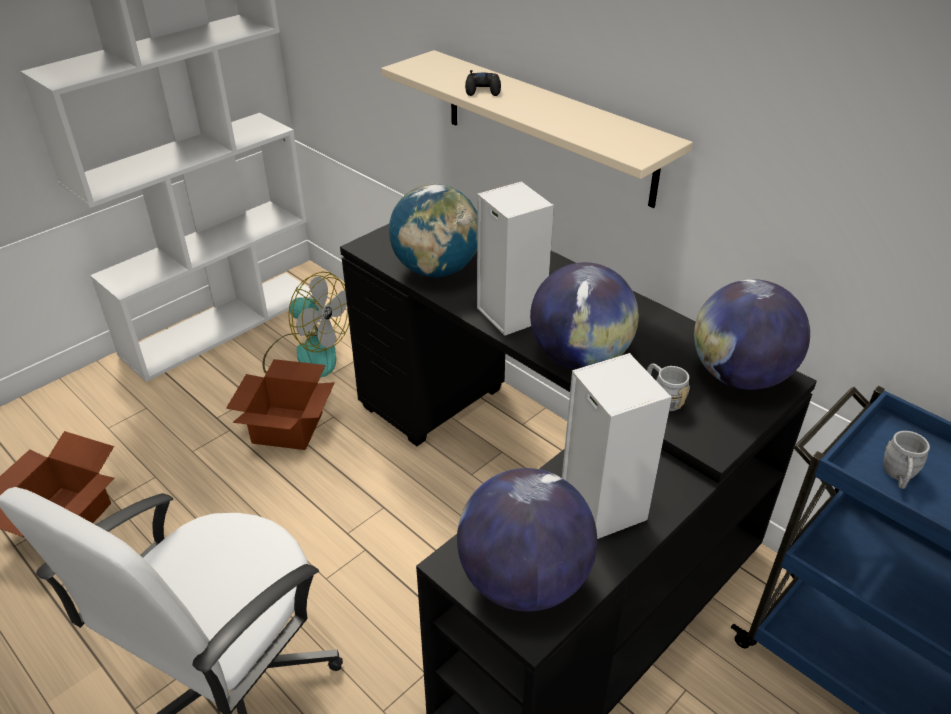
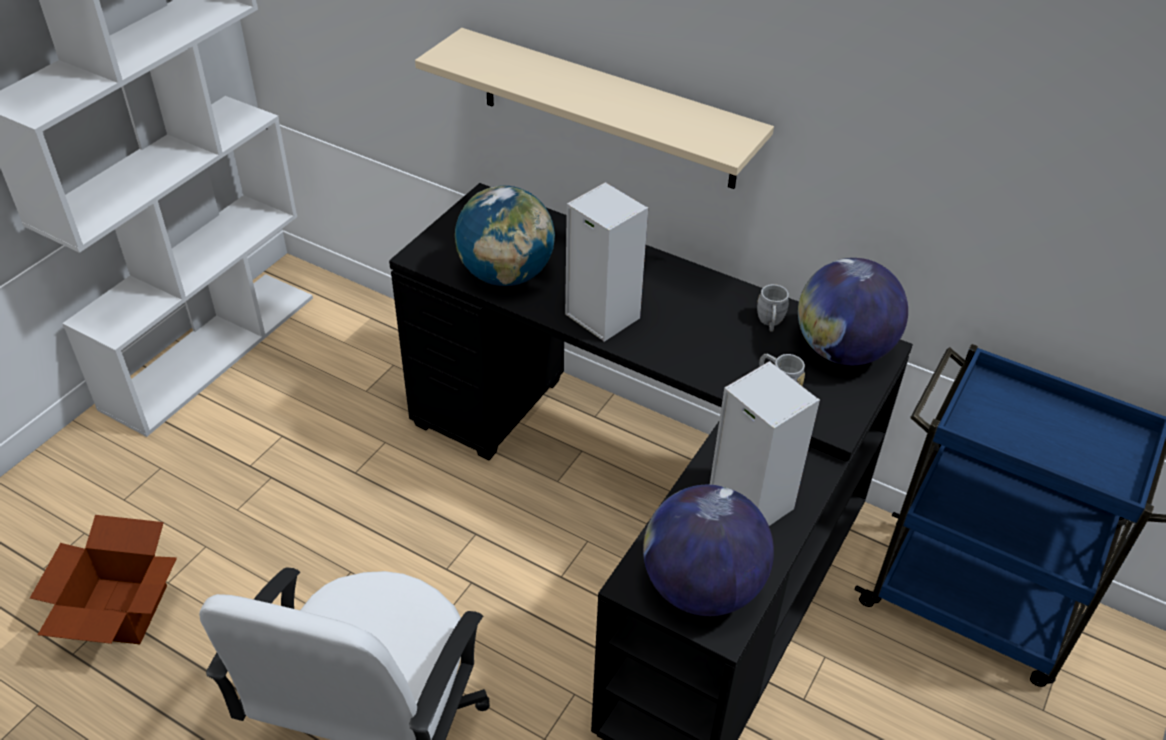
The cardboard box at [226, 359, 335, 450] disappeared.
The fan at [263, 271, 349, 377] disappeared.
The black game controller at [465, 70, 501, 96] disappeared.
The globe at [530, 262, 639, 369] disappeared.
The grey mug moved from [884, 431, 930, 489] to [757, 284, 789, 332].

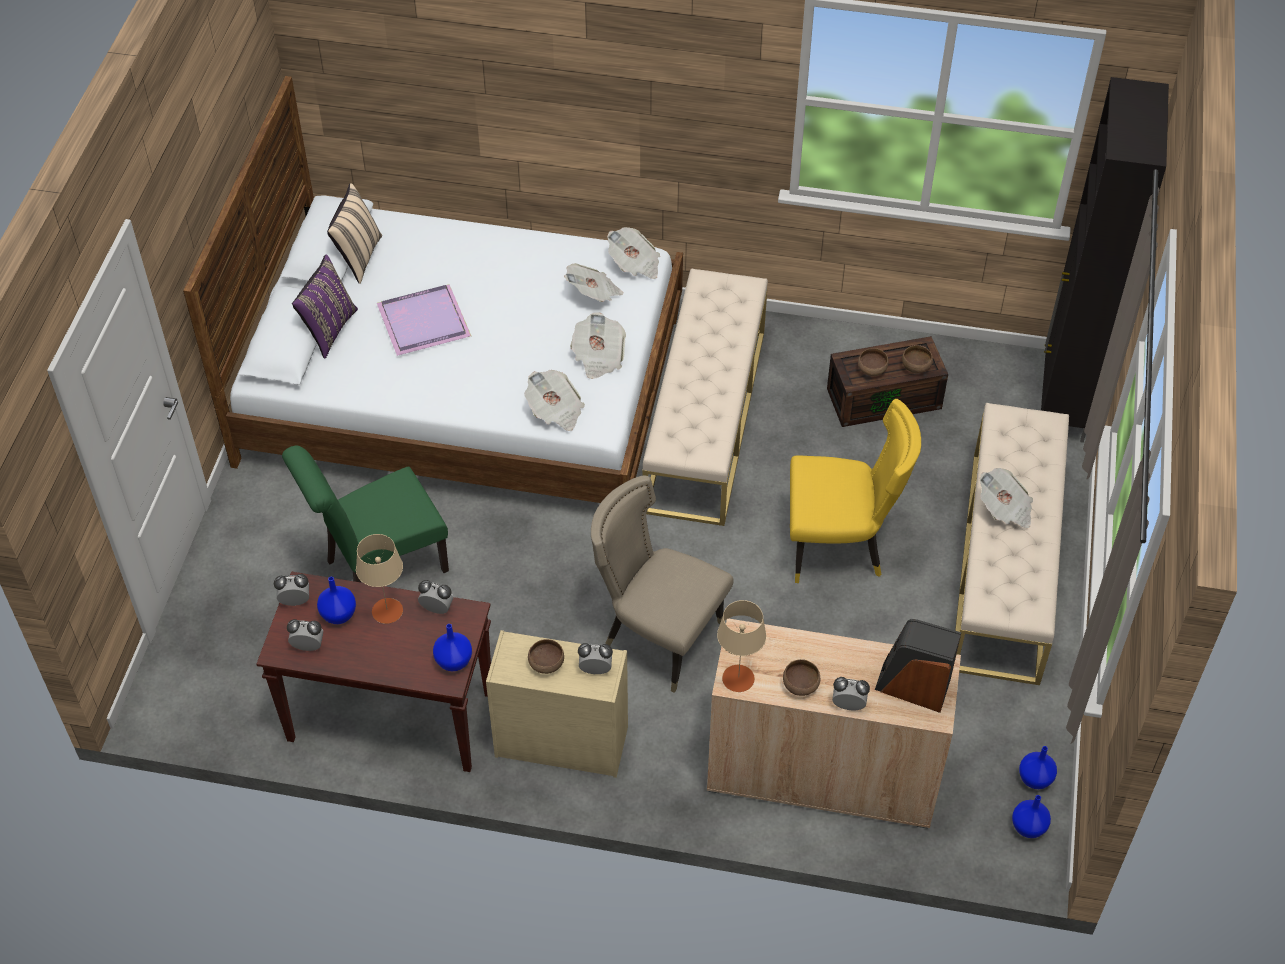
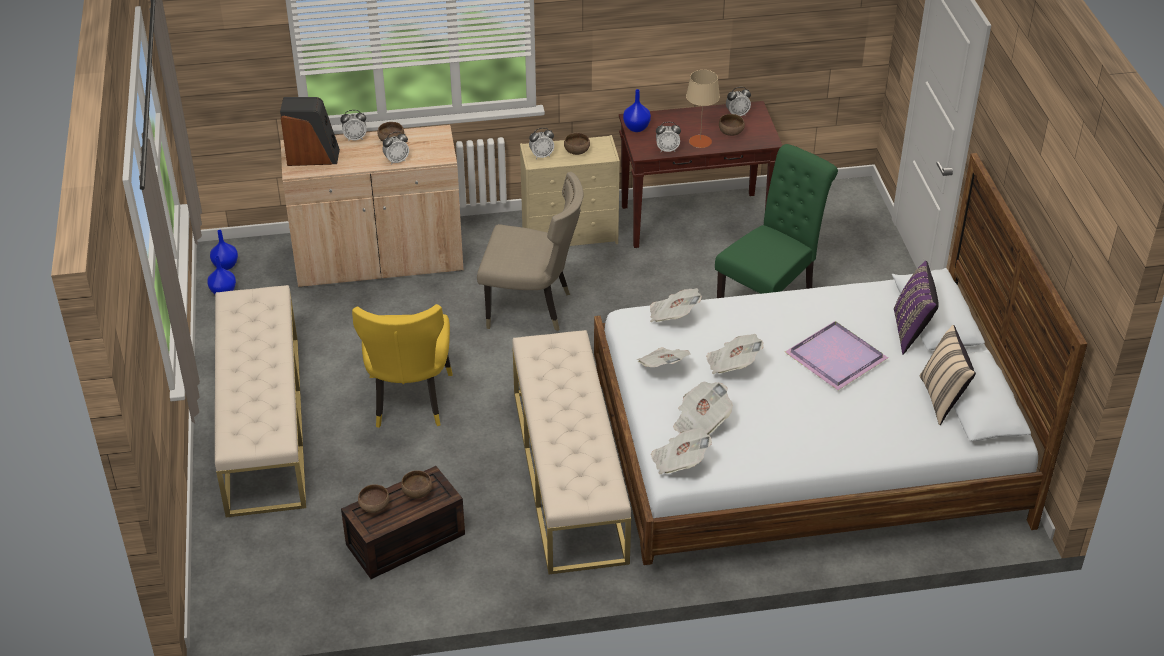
The beige table lamp at [717, 600, 766, 692] disappeared.
The black cabinet at [1041, 77, 1169, 443] disappeared.
The alarm clock moved from [274, 574, 309, 606] to [383, 132, 409, 165].
The newspaper moved from [980, 468, 1033, 528] to [706, 334, 764, 374].
The blue vase at [317, 577, 356, 624] was replaced by the brown bowl at [719, 114, 745, 136].
The yellow chair at [790, 399, 921, 583] turned 75 degrees counterclockwise.

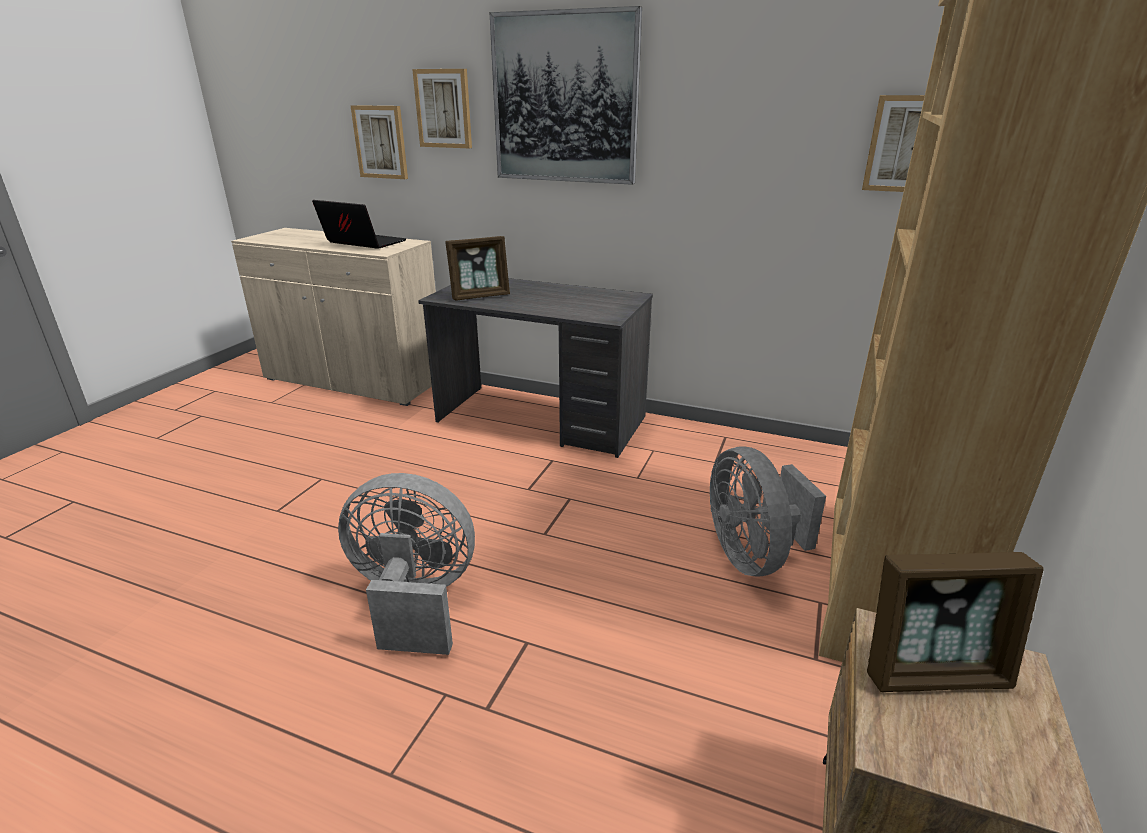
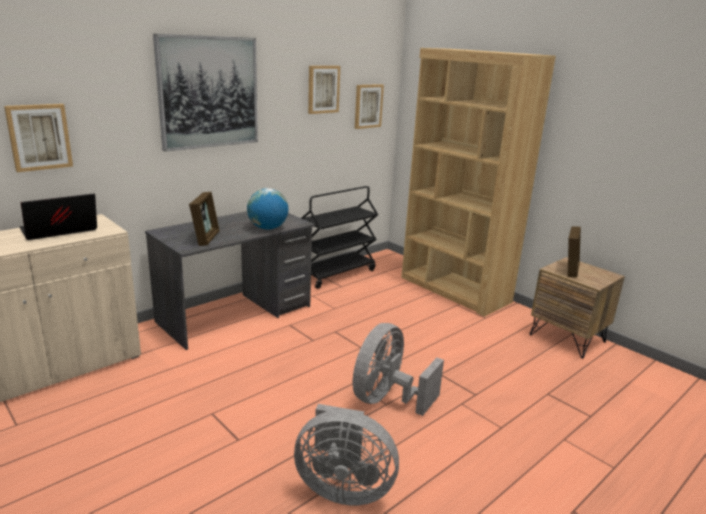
The globe at [247, 188, 288, 230] appeared.
The black cart at [302, 186, 378, 289] appeared.
The picture moved from [412, 69, 472, 148] to [308, 66, 340, 114].
The grey fan moved from [710, 446, 826, 576] to [294, 404, 399, 505].

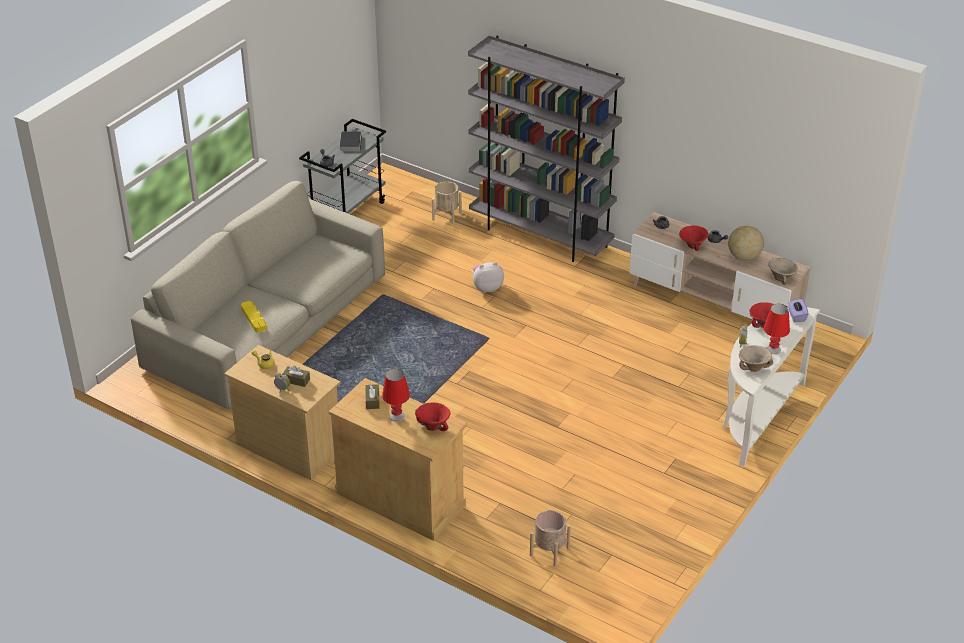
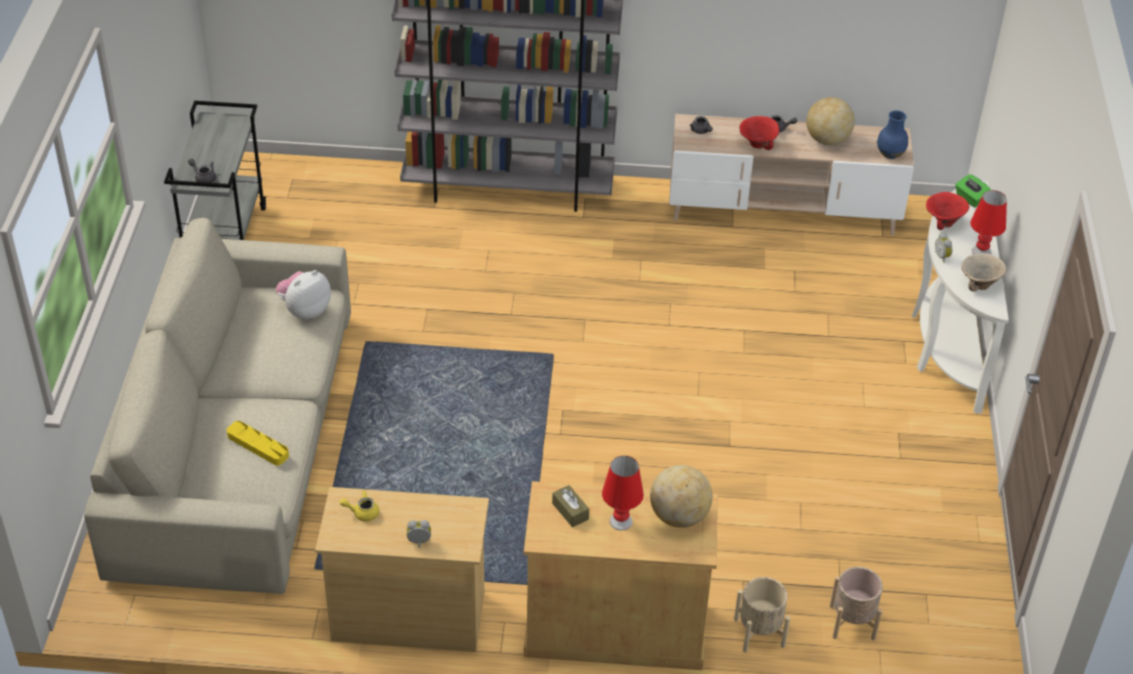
The brown tissue box at [282, 365, 310, 387] disappeared.
The book at [339, 131, 362, 151] disappeared.
The beige planter moved from [432, 181, 462, 225] to [734, 577, 790, 653].
The plush toy moved from [472, 262, 504, 293] to [276, 270, 331, 320].
The red bowl at [415, 403, 450, 431] was replaced by the globe at [650, 465, 713, 528].
The beige bowl at [768, 258, 798, 285] was replaced by the blue vase at [877, 110, 908, 159].
The purple tissue box at [788, 299, 808, 322] became the green tissue box at [955, 174, 991, 208].

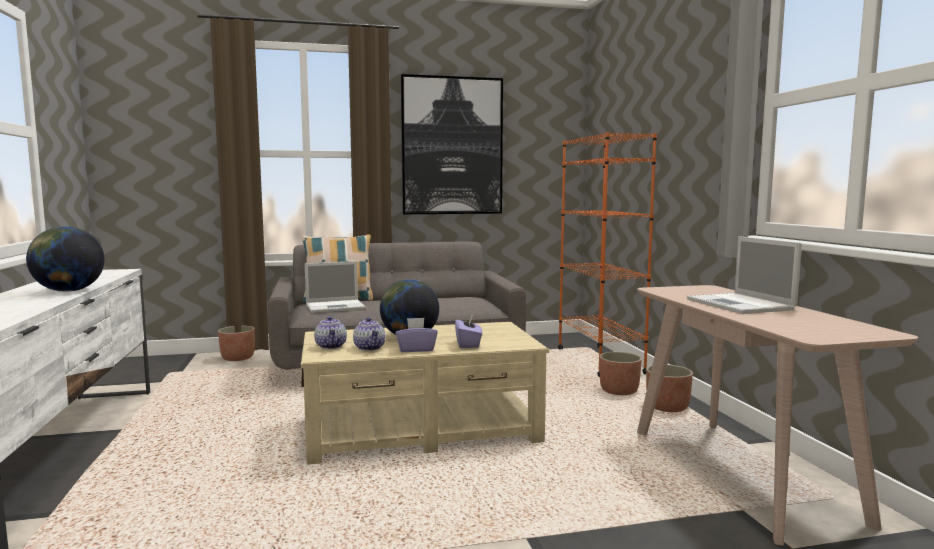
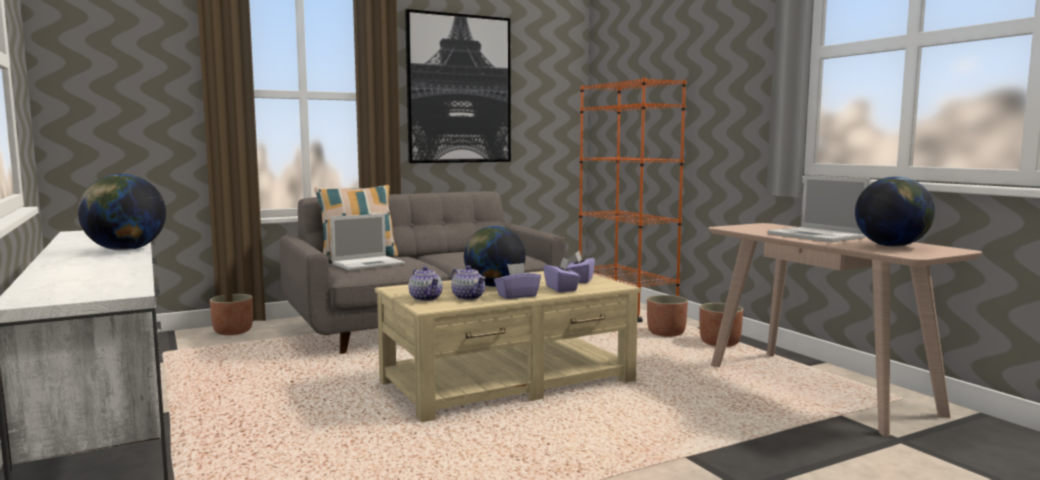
The purple tissue box at [566, 251, 595, 283] appeared.
The globe at [855, 176, 935, 247] appeared.

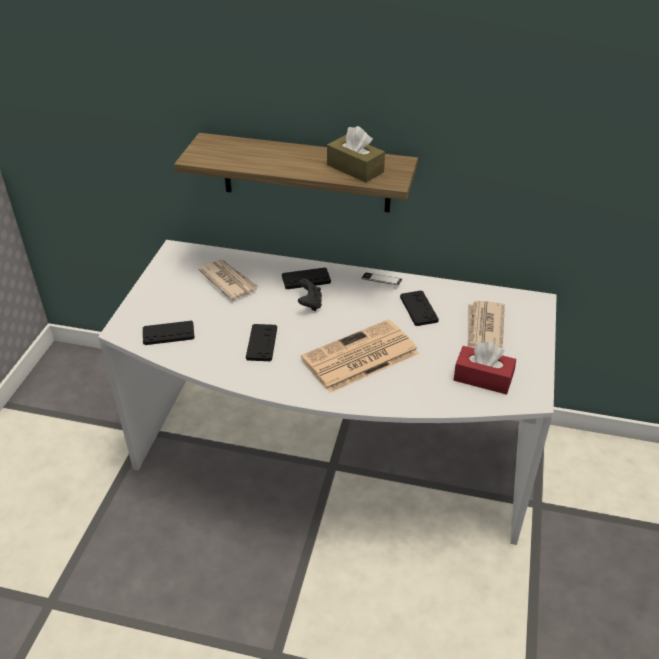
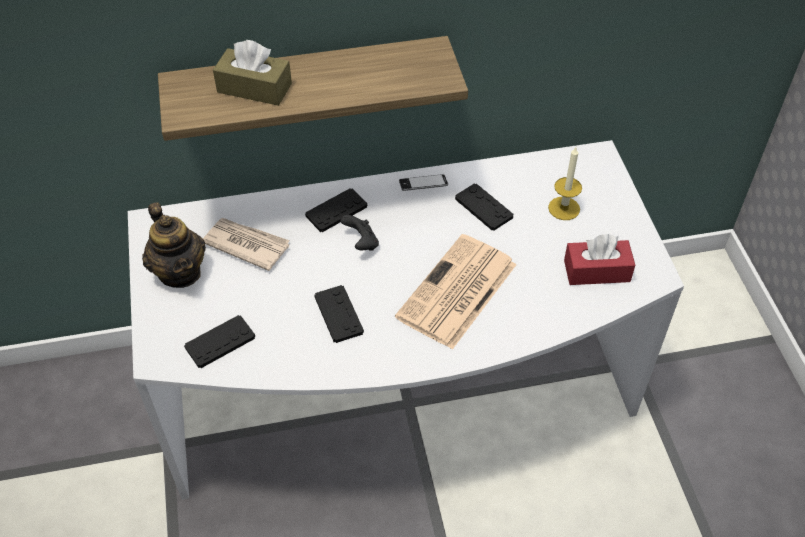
The teapot at [142, 202, 206, 288] appeared.
The brown tissue box moved from [327, 126, 385, 182] to [213, 40, 292, 106].
The newspaper at [468, 301, 505, 348] was replaced by the candle at [548, 147, 582, 220].

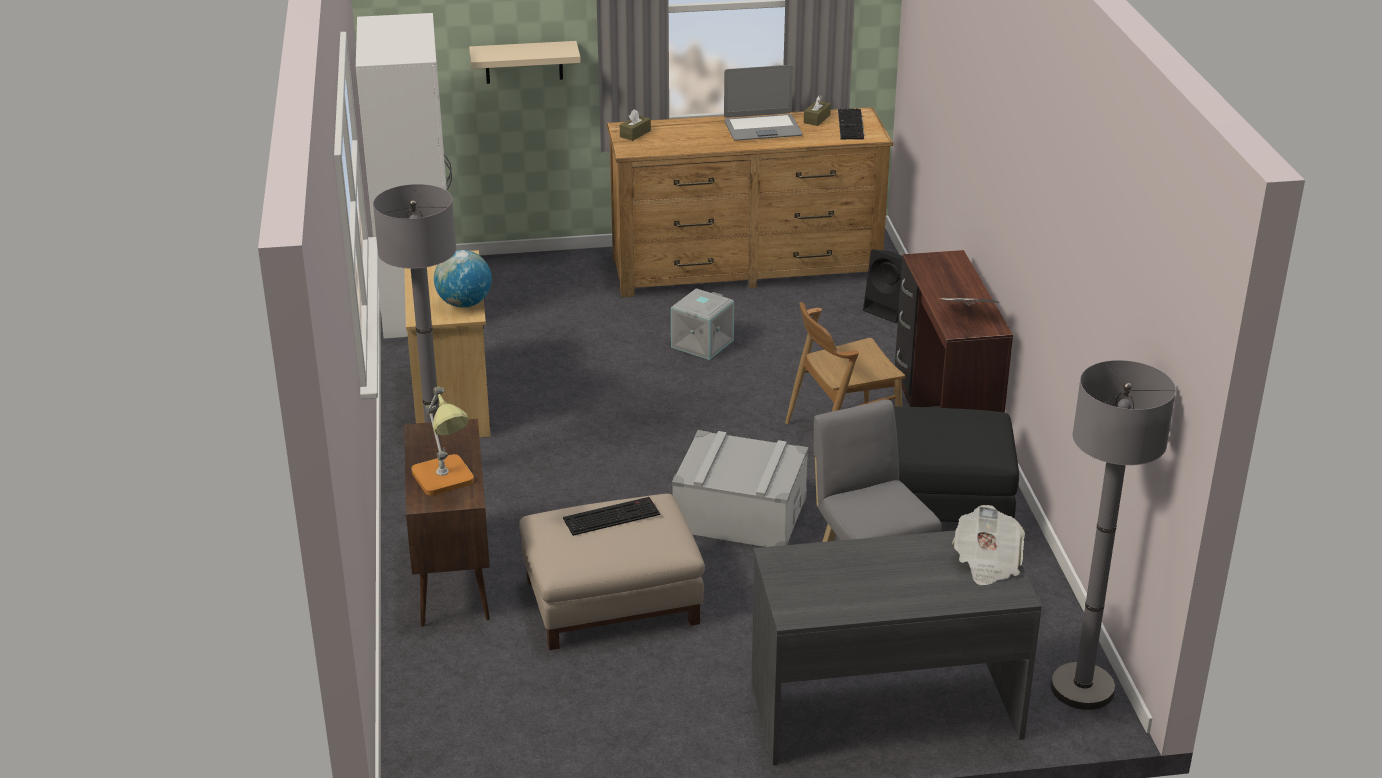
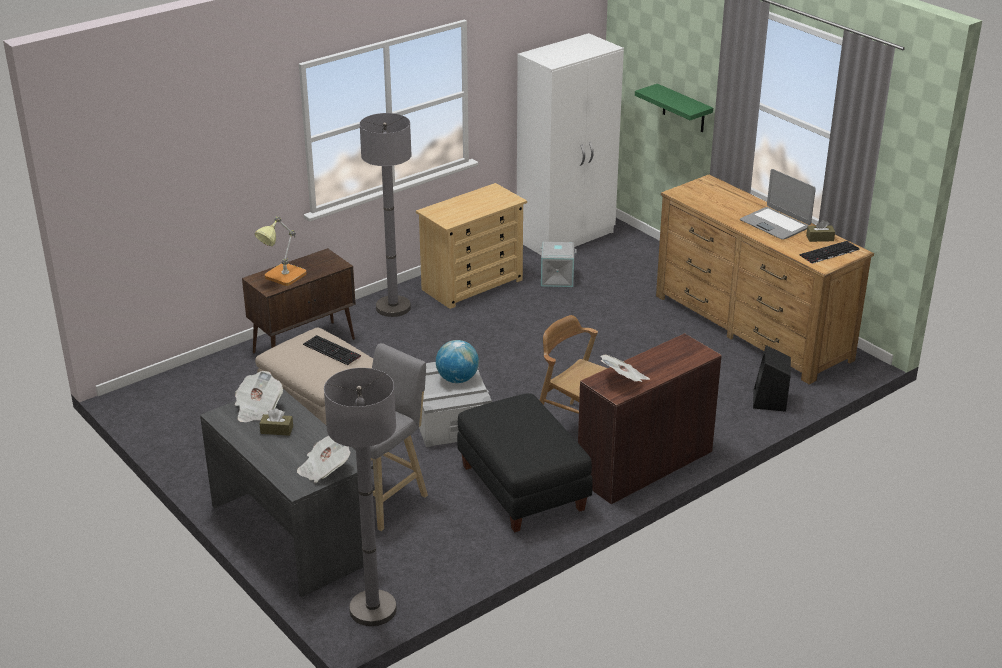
The newspaper at [235, 371, 283, 422] appeared.
The globe moved from [434, 250, 492, 308] to [436, 340, 479, 383].
The brown tissue box moved from [620, 109, 651, 141] to [259, 408, 293, 436].
The grey storage box moved from [671, 288, 734, 360] to [539, 242, 576, 287].
The beige shelf at [469, 41, 581, 84] became the green shelf at [635, 84, 713, 132].

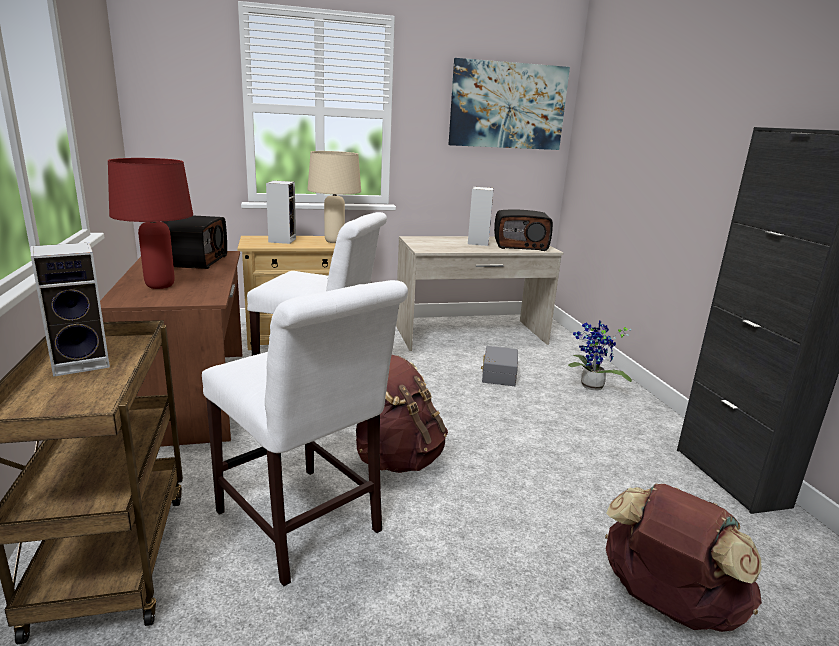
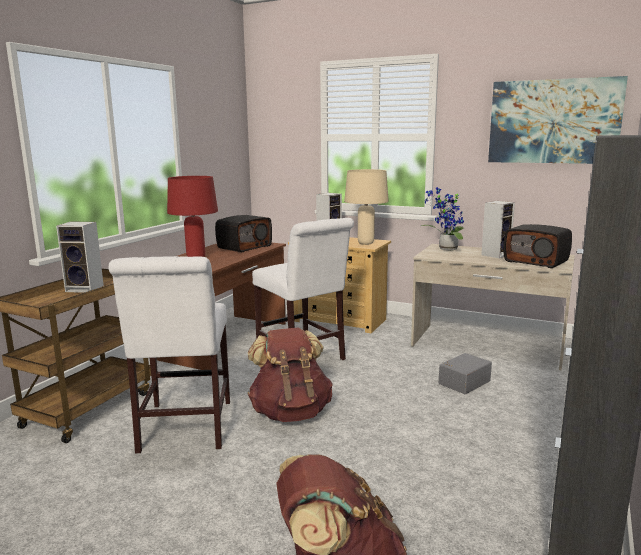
The potted plant moved from [568, 320, 632, 390] to [421, 187, 465, 250].

